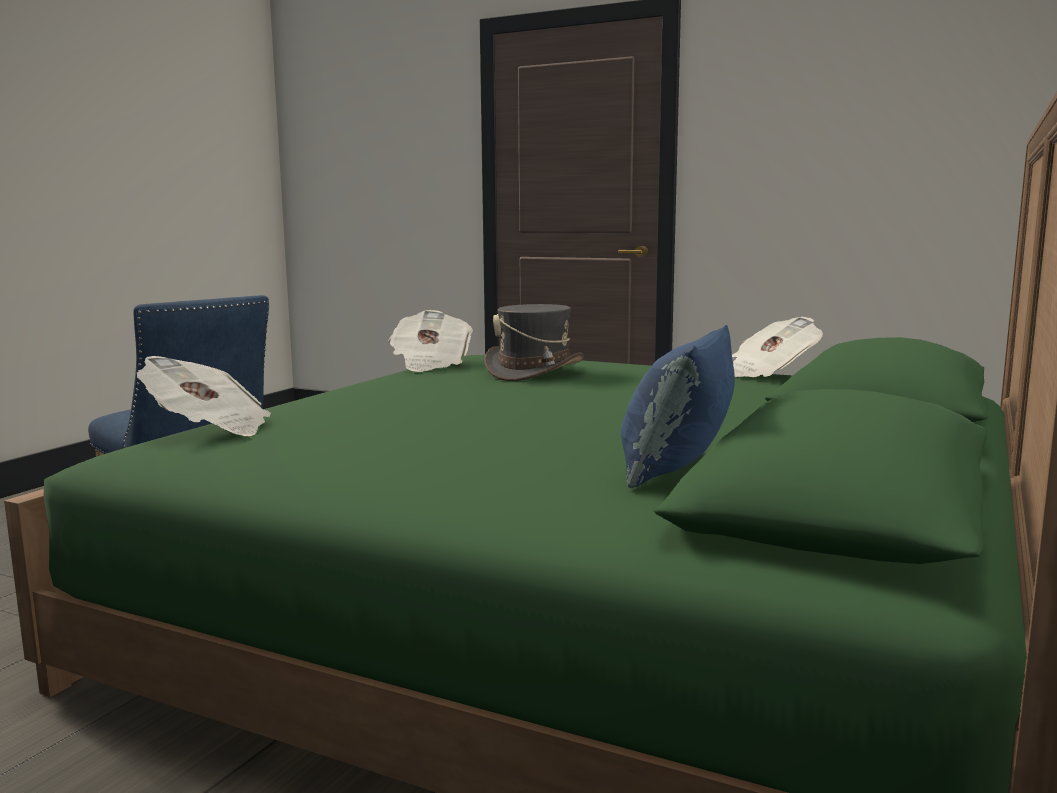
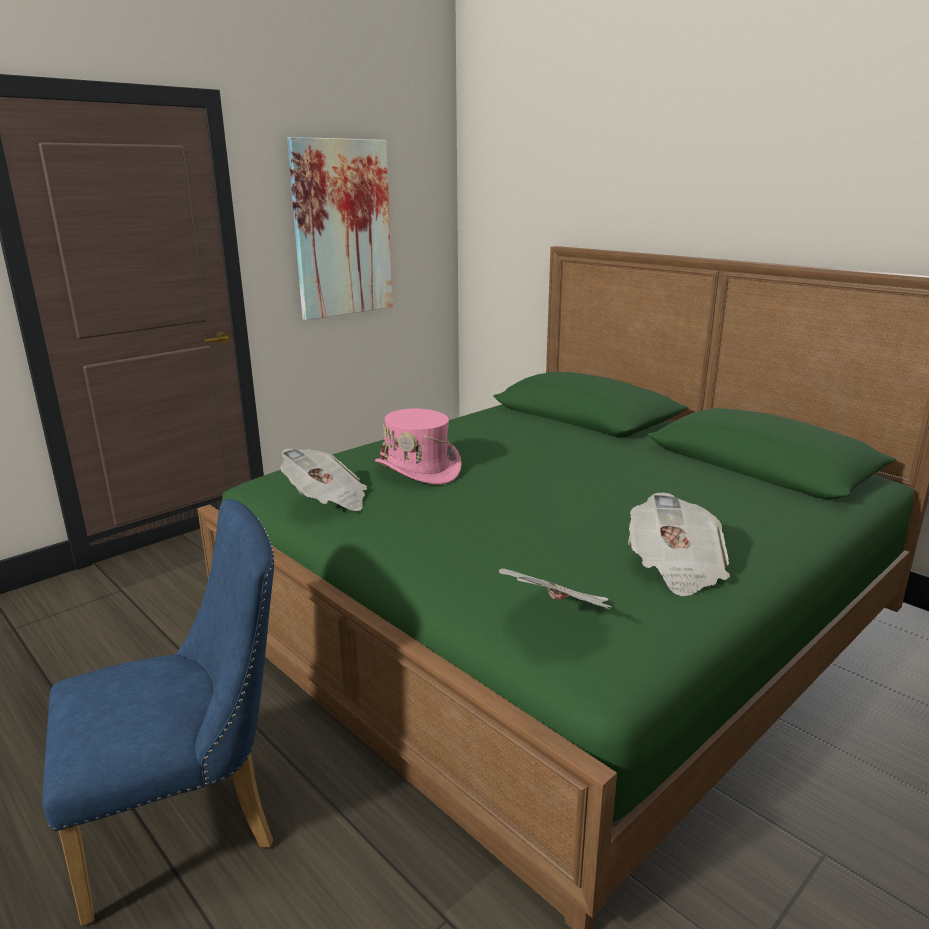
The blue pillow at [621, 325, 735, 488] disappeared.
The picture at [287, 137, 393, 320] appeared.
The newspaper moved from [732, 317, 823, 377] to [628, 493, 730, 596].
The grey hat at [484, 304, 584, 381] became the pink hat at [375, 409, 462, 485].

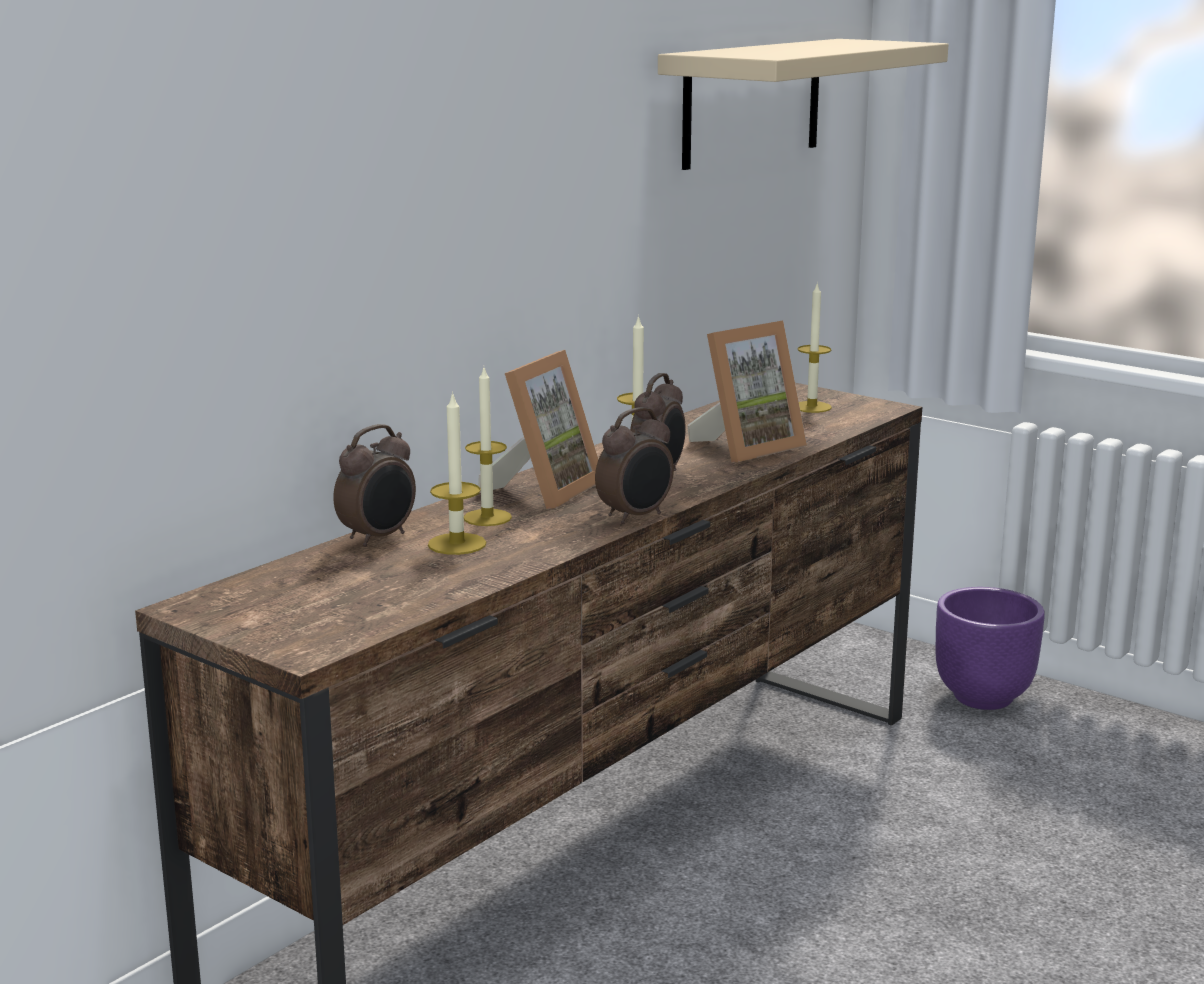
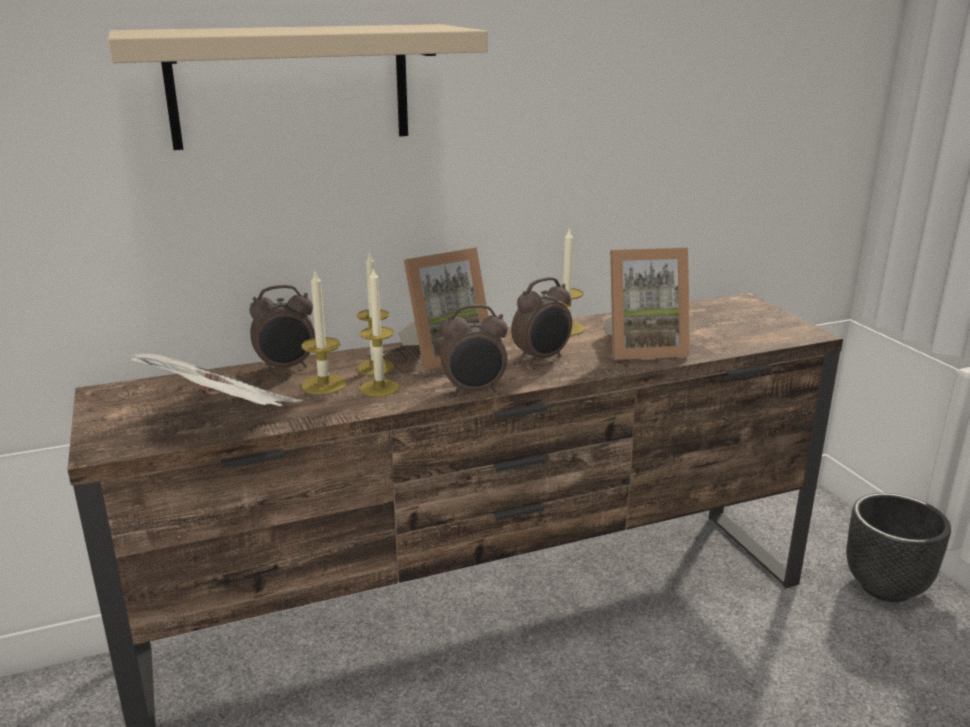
The newspaper at [129, 353, 303, 406] appeared.
The beige shelf moved from [658, 39, 948, 170] to [108, 24, 488, 150].
The candle moved from [798, 282, 832, 413] to [360, 267, 399, 397].
The purple planter at [936, 587, 1045, 710] became the black planter at [846, 493, 951, 602].

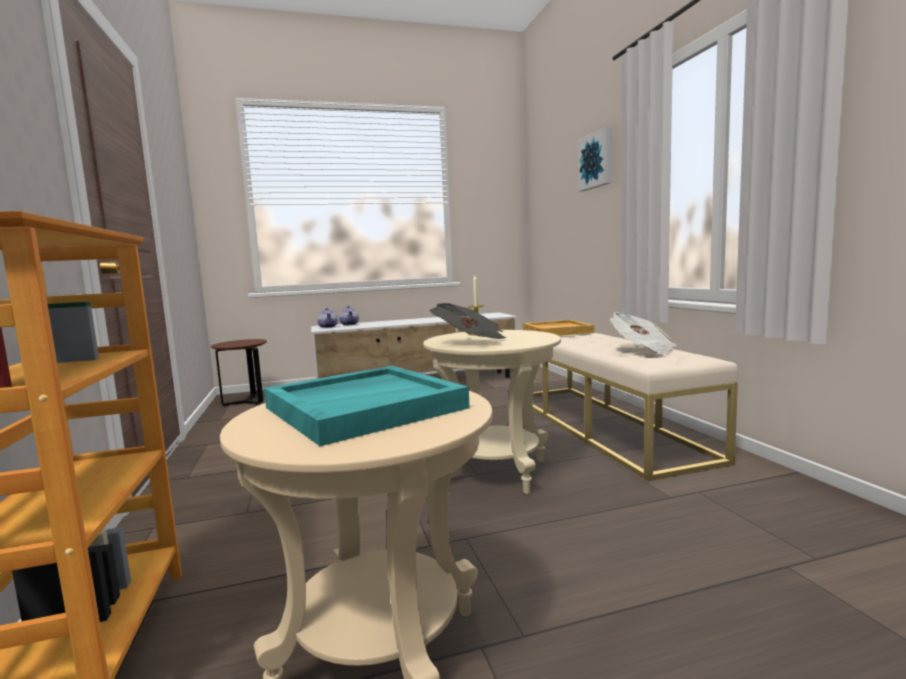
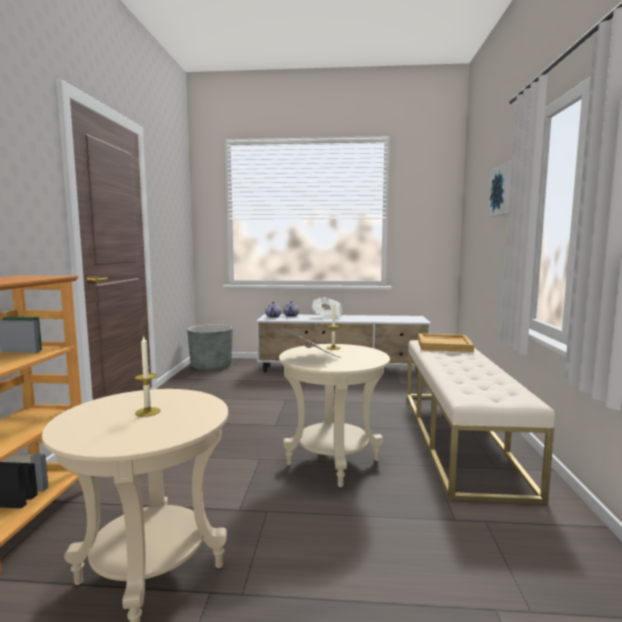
The newspaper moved from [610, 312, 676, 355] to [312, 297, 342, 320].
The brown side table at [211, 339, 267, 406] was replaced by the grey planter at [187, 324, 233, 371].
The turquoise tray at [264, 366, 470, 446] was replaced by the candle at [135, 335, 161, 417].

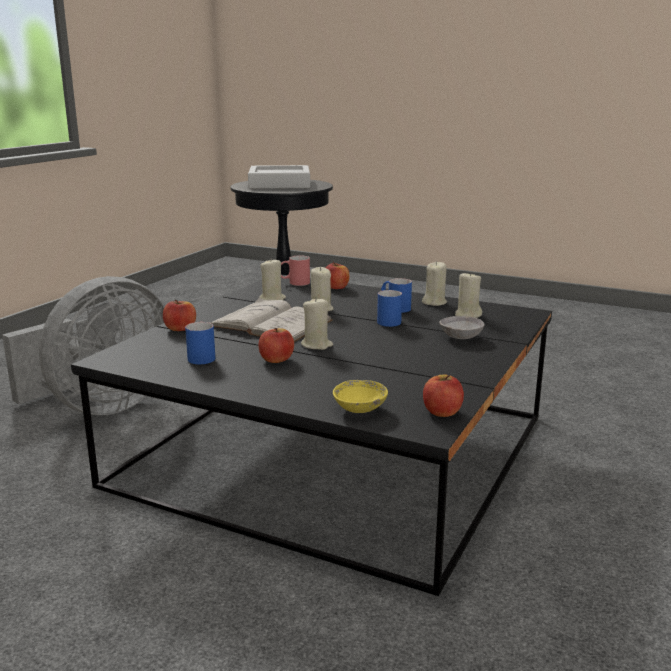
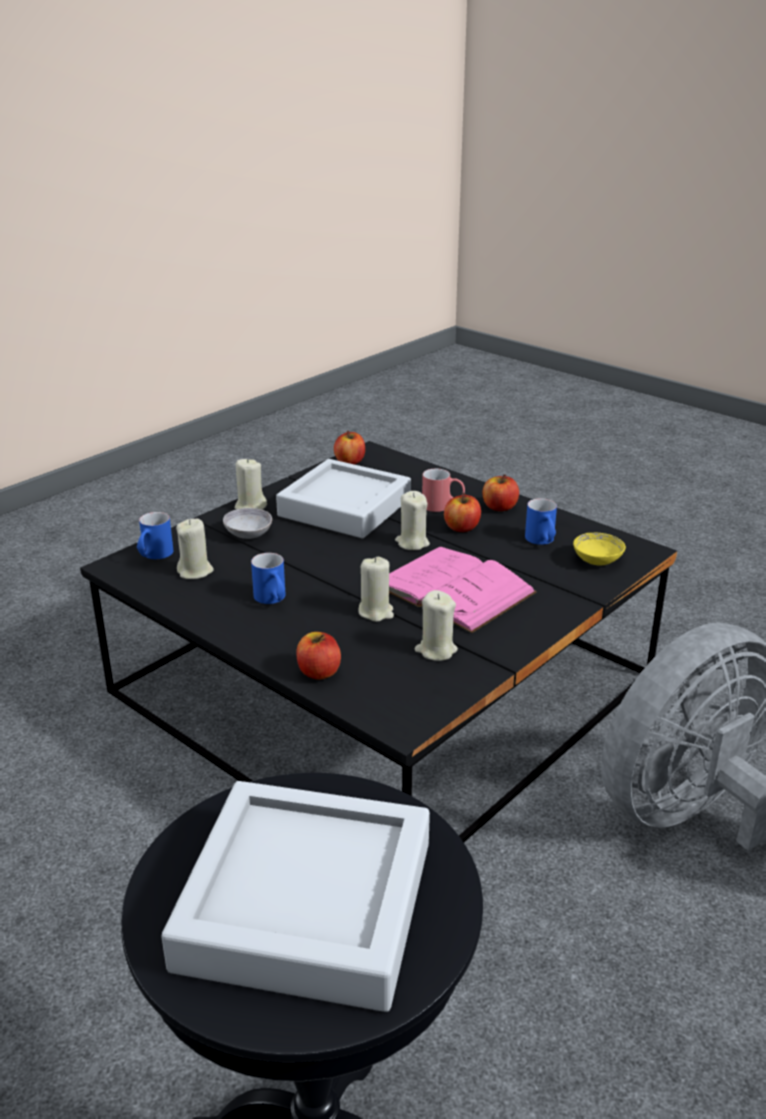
The grey tray at [276, 459, 411, 538] appeared.
The apple moved from [163, 300, 196, 331] to [482, 474, 519, 511].
The red mug moved from [281, 255, 310, 286] to [422, 469, 465, 512].
The yellow bowl moved from [333, 380, 388, 413] to [573, 533, 626, 565].
The blue mug moved from [377, 290, 402, 327] to [137, 512, 173, 559].
The beige candle moved from [422, 261, 447, 306] to [235, 458, 267, 510].
The white book at [211, 298, 333, 342] became the pink book at [389, 547, 537, 633].

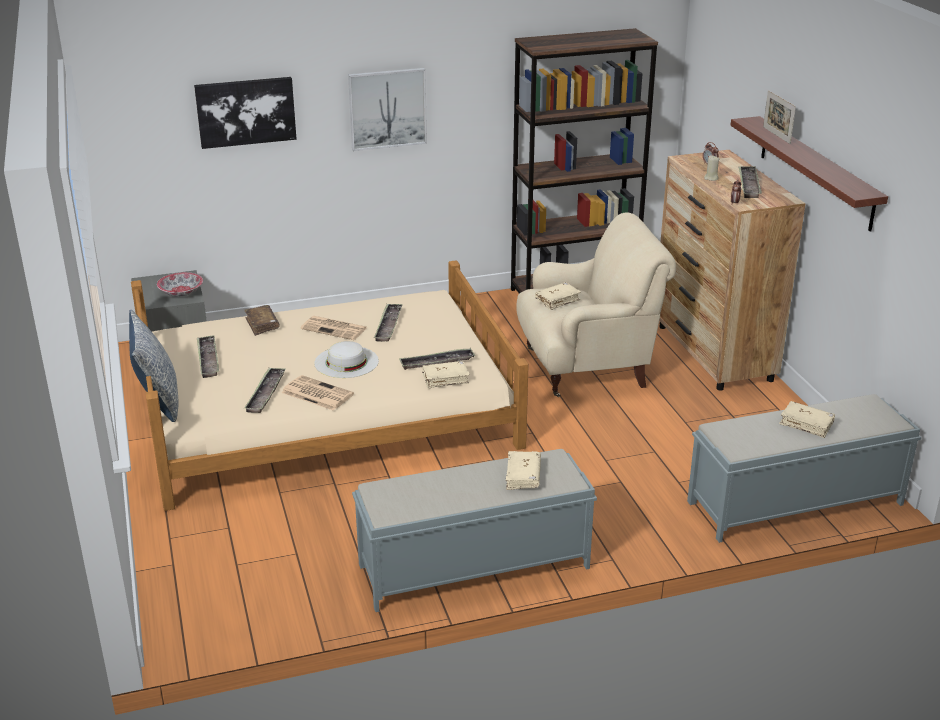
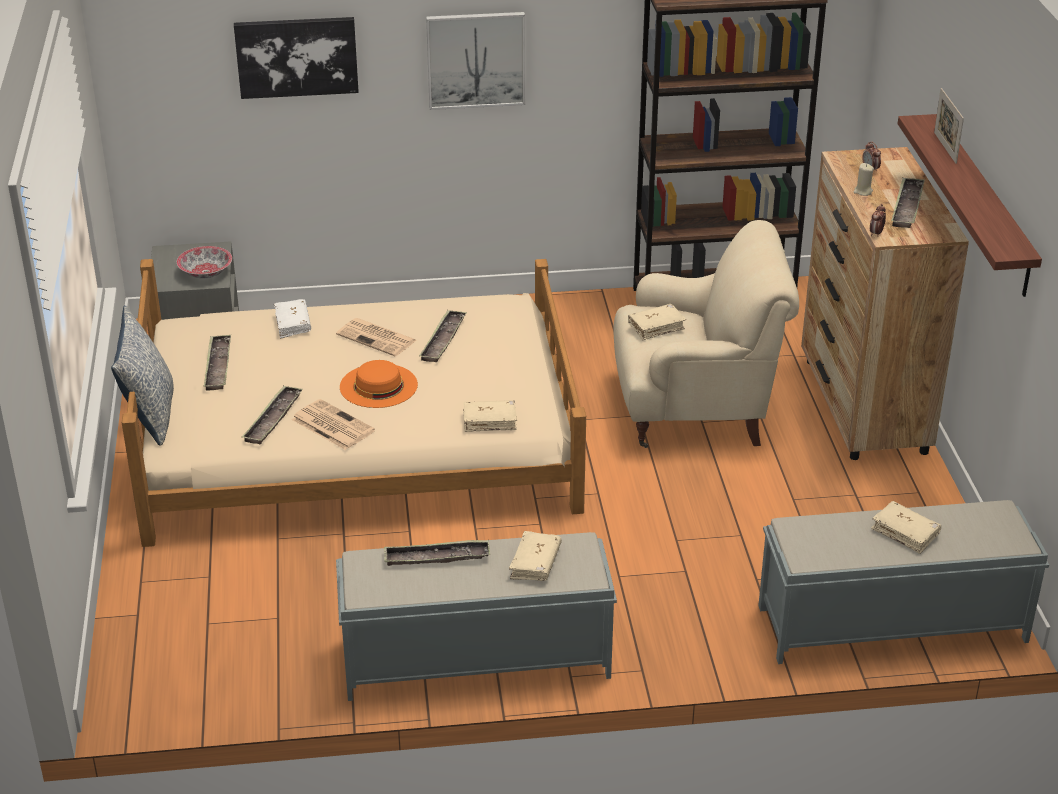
The tray moved from [399, 348, 475, 370] to [384, 540, 490, 566].
The brown book at [244, 305, 280, 336] became the white book at [274, 299, 311, 338].
The white hat at [314, 341, 379, 378] became the orange hat at [340, 360, 418, 408].

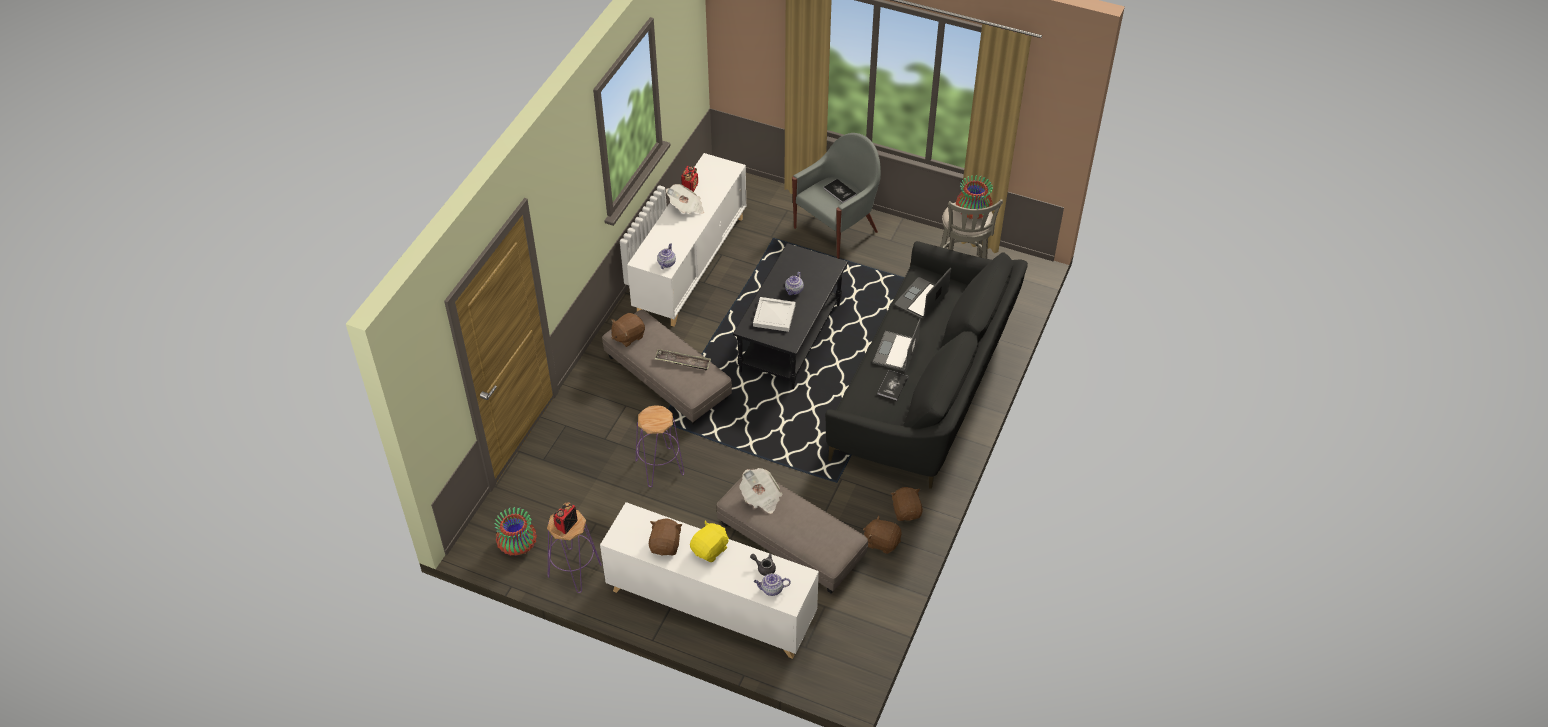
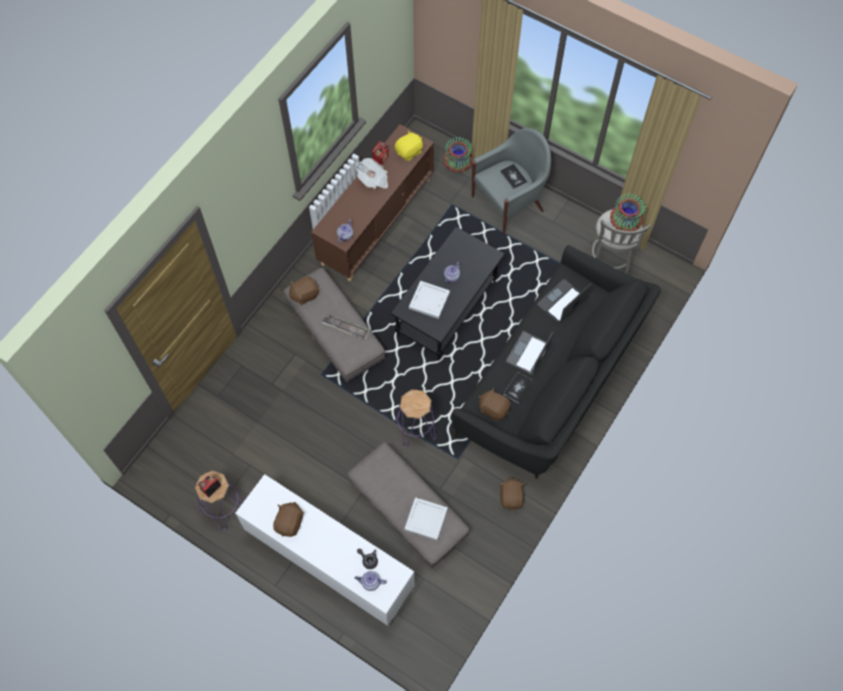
The newspaper at [739, 468, 782, 514] disappeared.
The white tray at [404, 497, 448, 541] appeared.
The vase moved from [494, 507, 537, 557] to [443, 137, 473, 173].
The purple stool moved from [635, 405, 684, 487] to [396, 390, 436, 448].
The yellow plush toy moved from [690, 521, 729, 562] to [395, 130, 423, 161].
The brown plush toy moved from [863, 515, 902, 554] to [479, 388, 511, 421].
The white cabinet at [627, 153, 747, 326] became the brown cabinet at [311, 124, 434, 281].

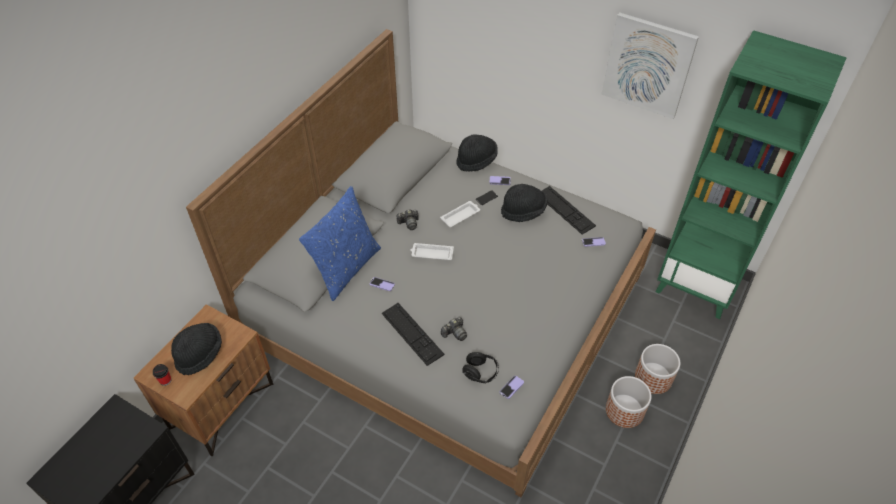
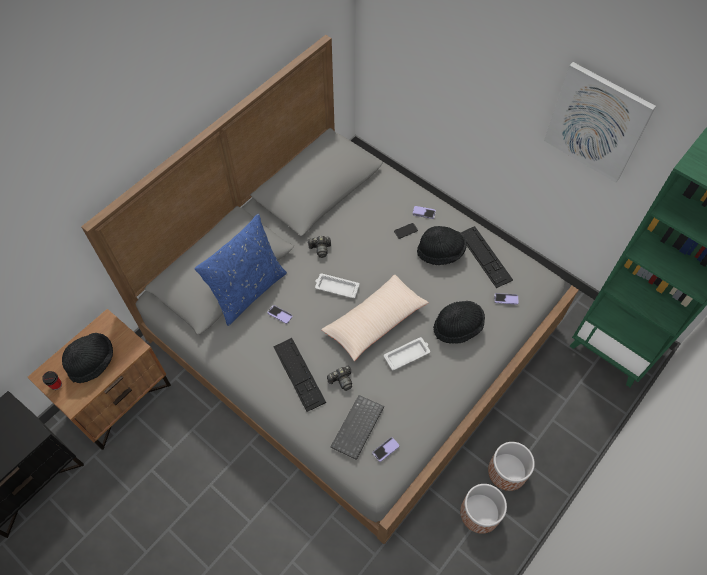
The beige pillow at [321, 274, 429, 361] appeared.
The white tray moved from [440, 201, 480, 227] to [384, 337, 430, 370].
The black hat moved from [456, 134, 498, 172] to [433, 301, 485, 344].
The planter moved from [635, 344, 680, 394] to [460, 484, 507, 534].
The black headphones at [462, 352, 499, 383] was replaced by the keyboard at [331, 395, 384, 460].

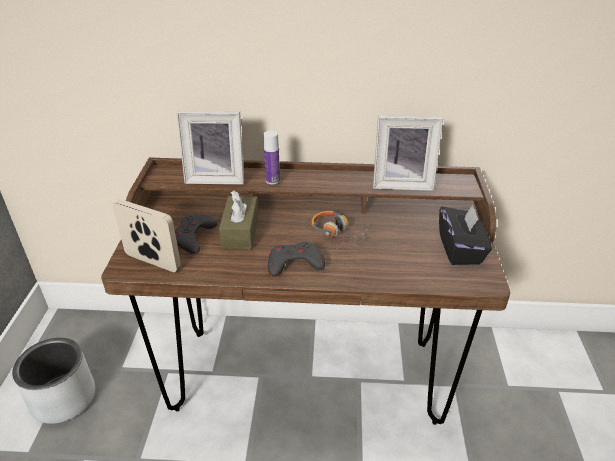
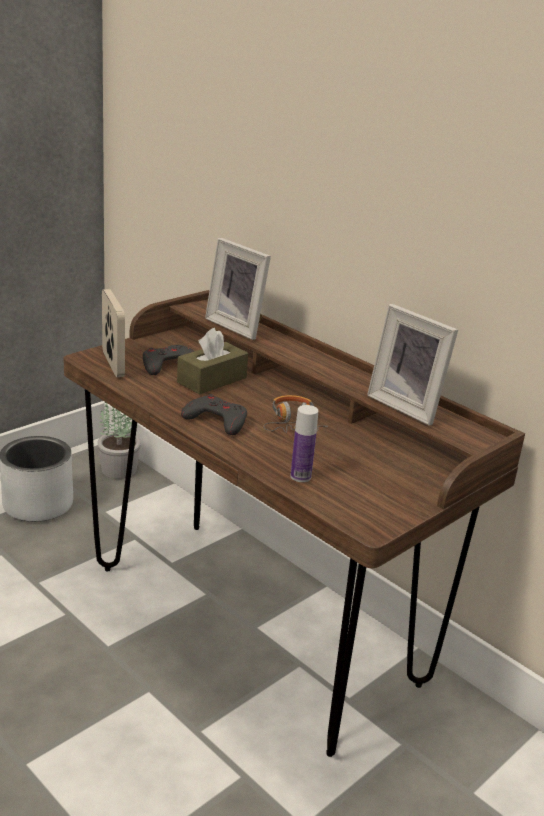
The black tissue box at [439, 204, 492, 265] disappeared.
The potted plant at [97, 402, 141, 479] appeared.
The bottle moved from [263, 130, 280, 184] to [290, 405, 318, 482].

